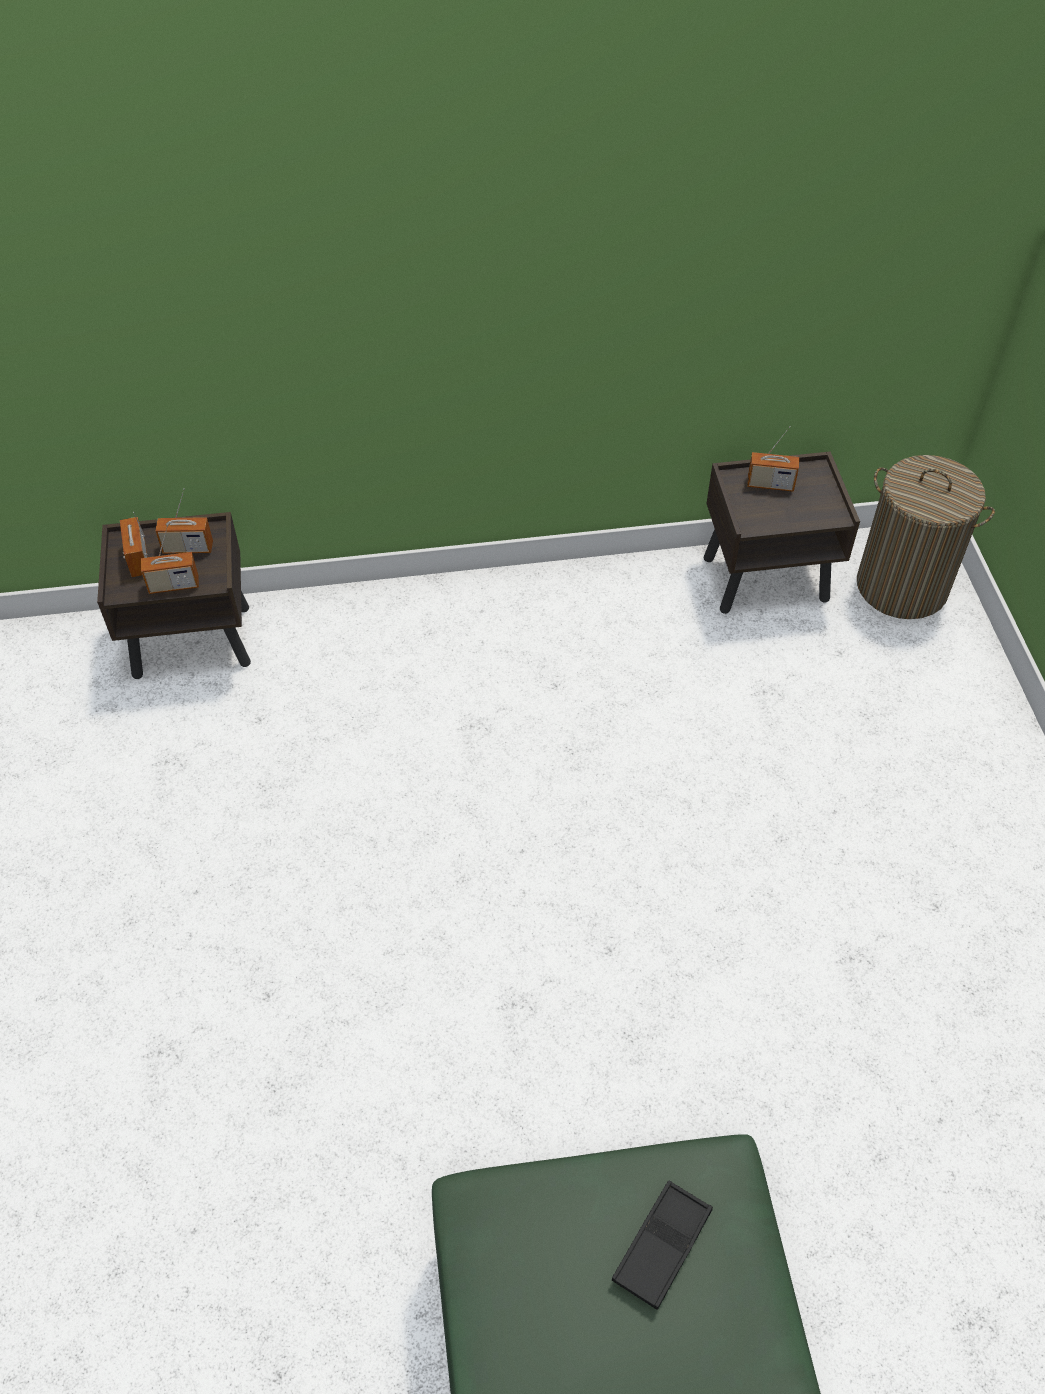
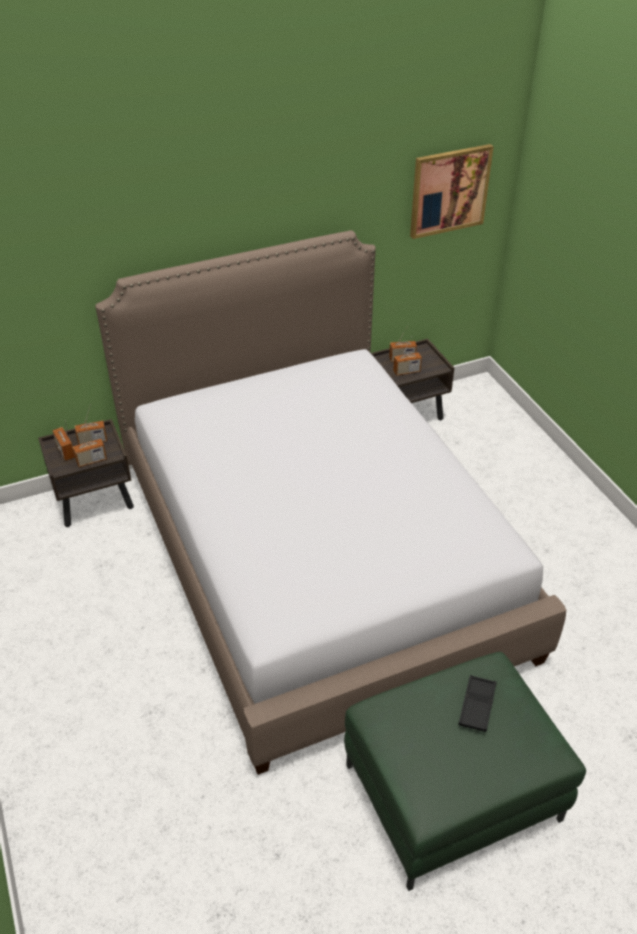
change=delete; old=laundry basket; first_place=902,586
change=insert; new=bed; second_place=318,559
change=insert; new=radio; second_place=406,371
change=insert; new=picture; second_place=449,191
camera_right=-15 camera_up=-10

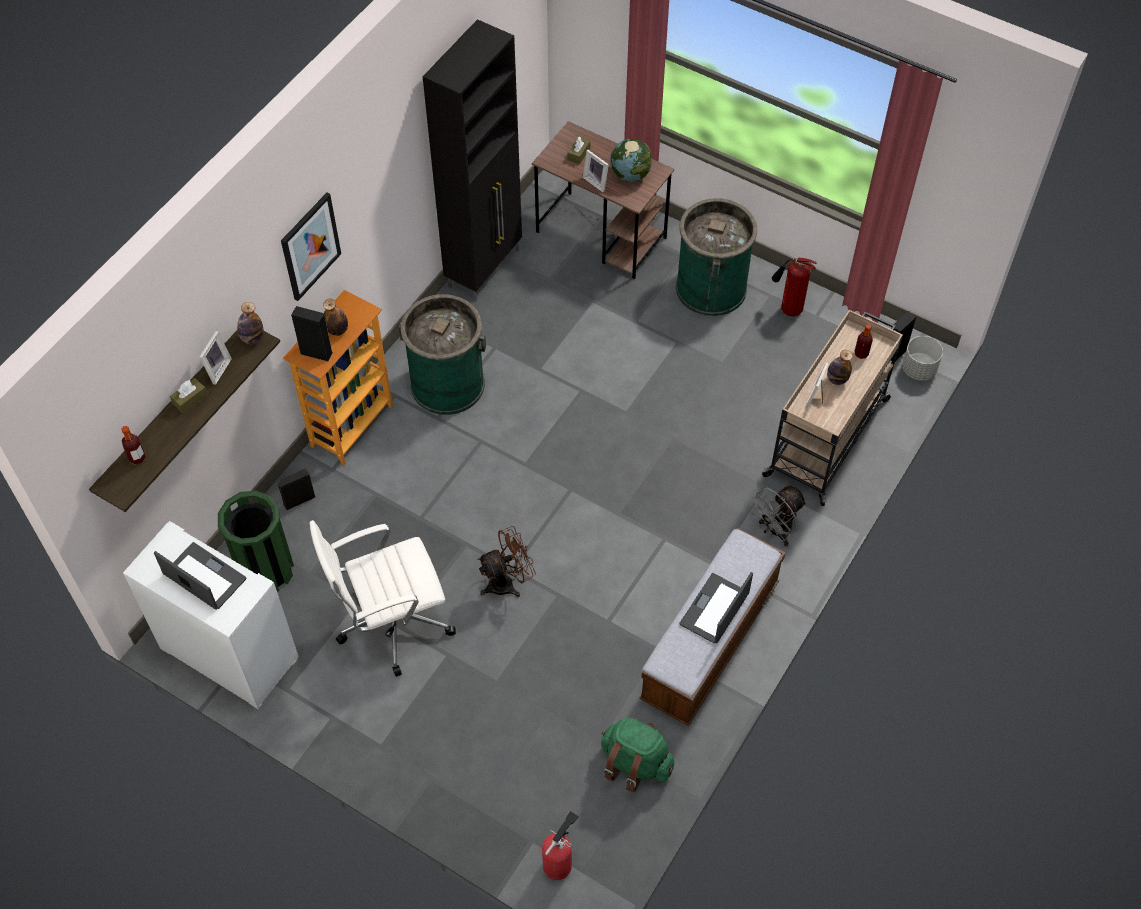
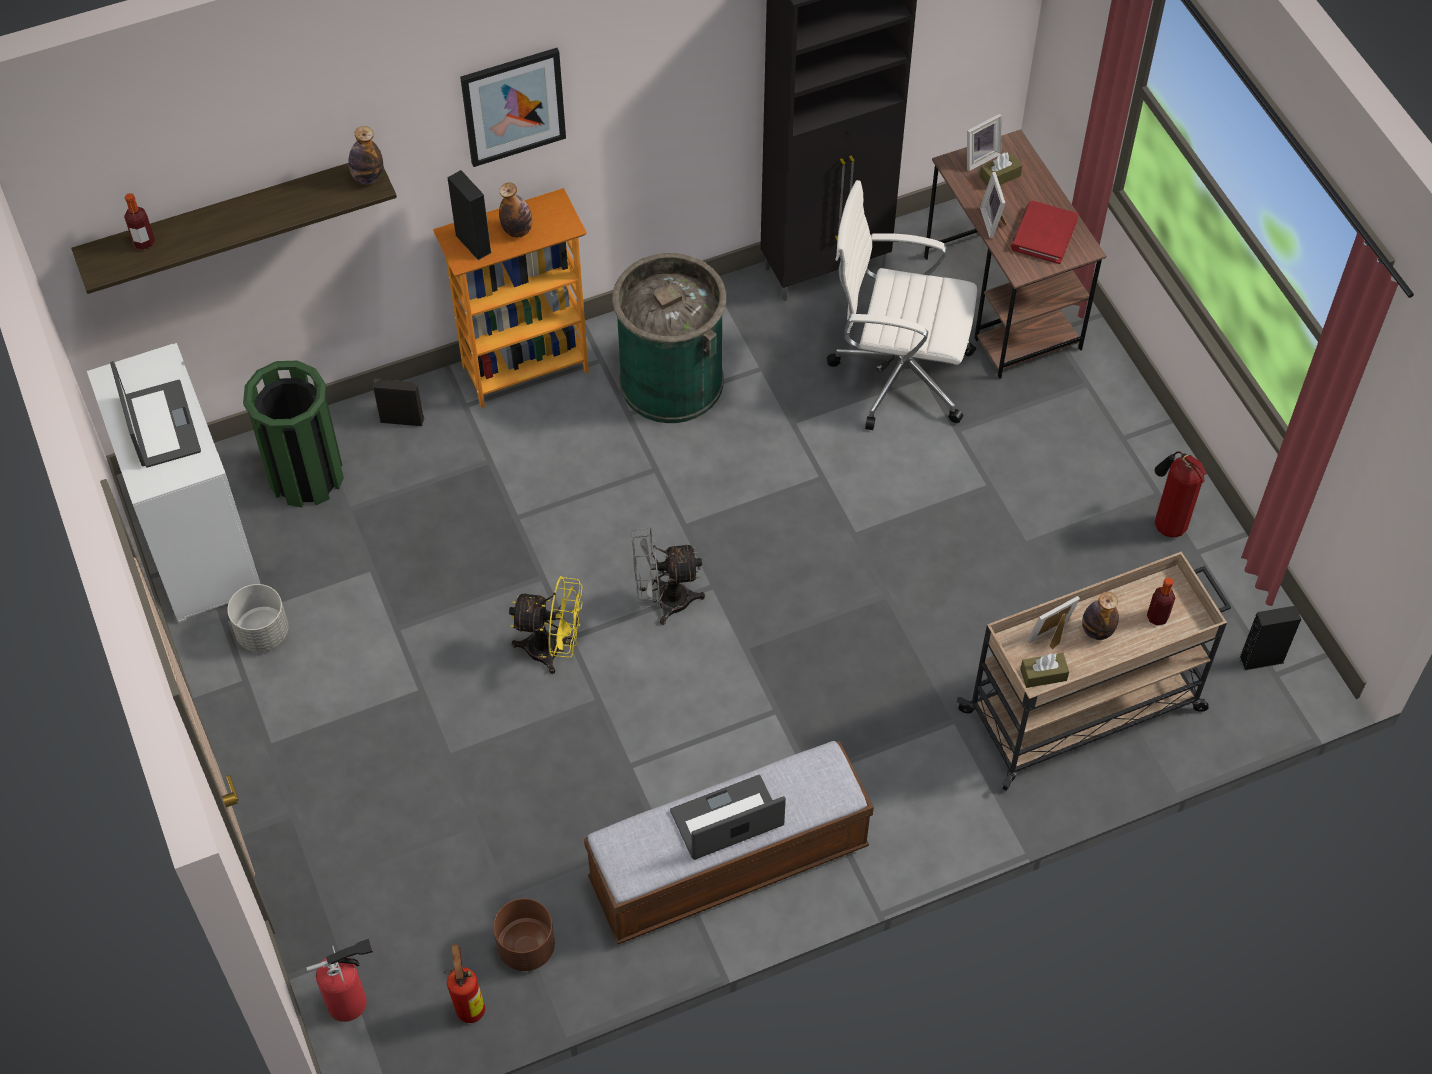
change=delete; old=green trash can; first_place=711,288
change=insert; new=fire extinguisher; second_place=470,1006
change=move; old=brown tissue box; first_place=190,399; second_place=1043,675
change=move; old=picture frame; first_place=216,369; second_place=979,157
change=move; old=white office chair; first_place=391,622; second_place=897,374
change=move; old=grey fan; first_place=775,532; second_place=663,601
change=move; old=grey planter; first_place=918,369; second_place=262,633
change=replace; old=green backpack; new=brown planter; first_place=635,763; second_place=526,947
change=replace; old=globe; new=red book; first_place=630,174; second_place=1043,234
change=recolor; old=brown fan; new=yellow fan; first_place=507,582; second_place=553,650
camera_right=35 camera_up=0

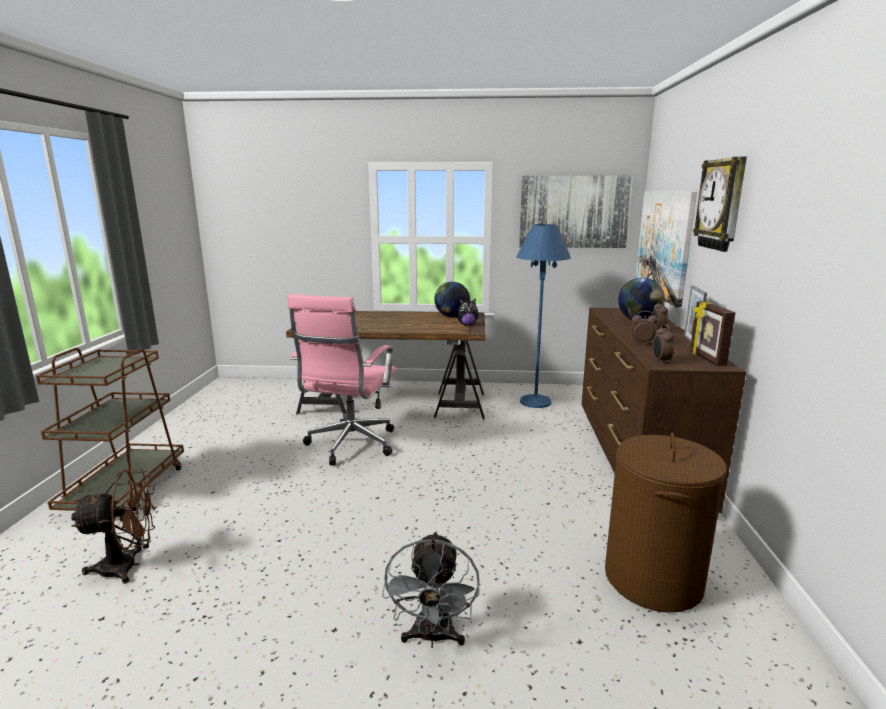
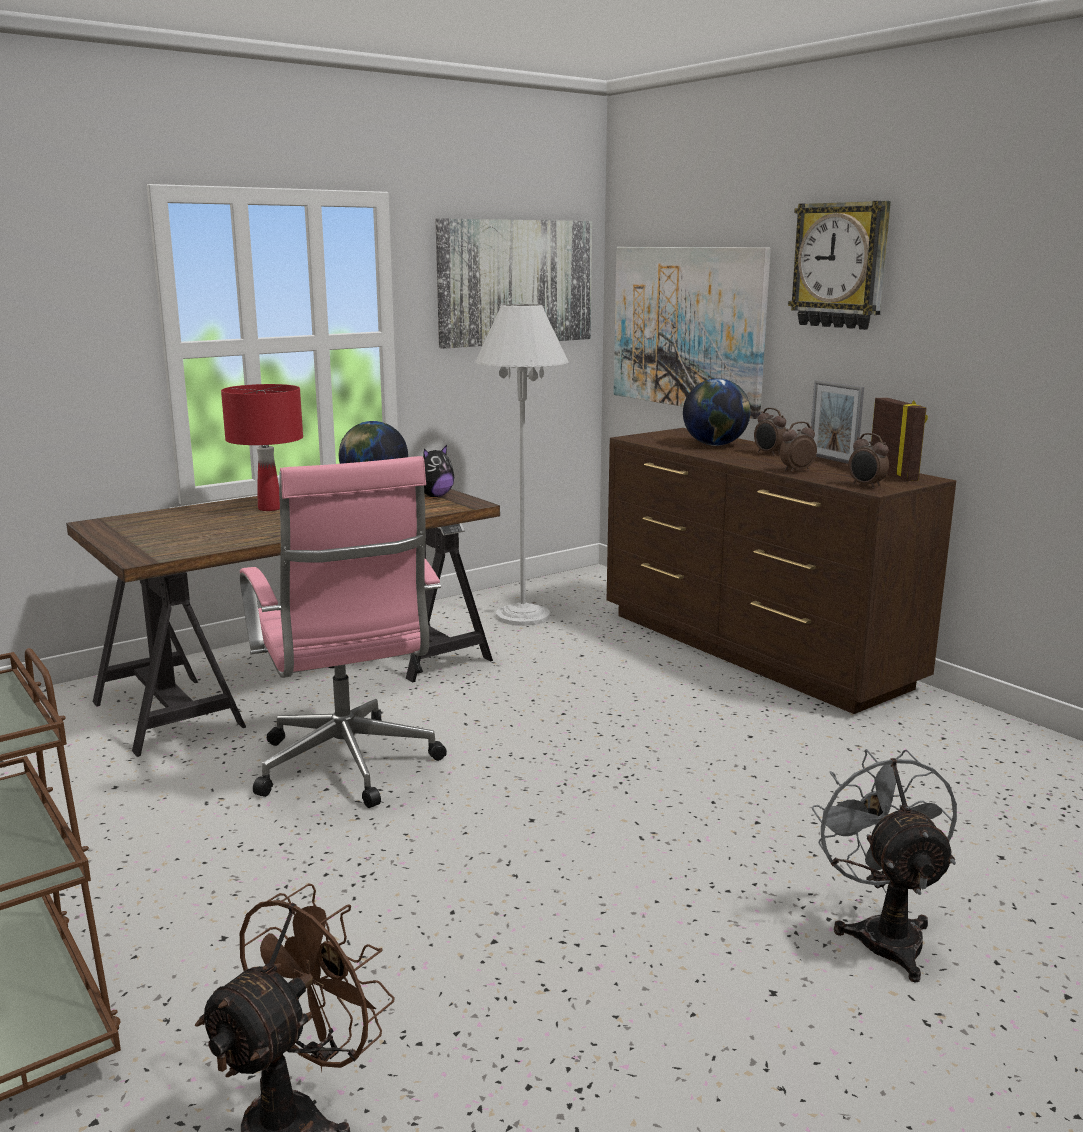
change=delete; old=brown laundry basket; first_place=653,579
change=insert; new=red table lamp; second_place=269,508
change=recolor; old=blue floor lamp; new=white floor lamp; first_place=535,402; second_place=522,616
change=rotate; old=grey fan; first_place=433,638; second_place=883,933; degrees=-150
change=rotate; old=picture frame; first_place=706,358; second_place=894,474; degrees=-150
camera_right=-40 camera_up=0

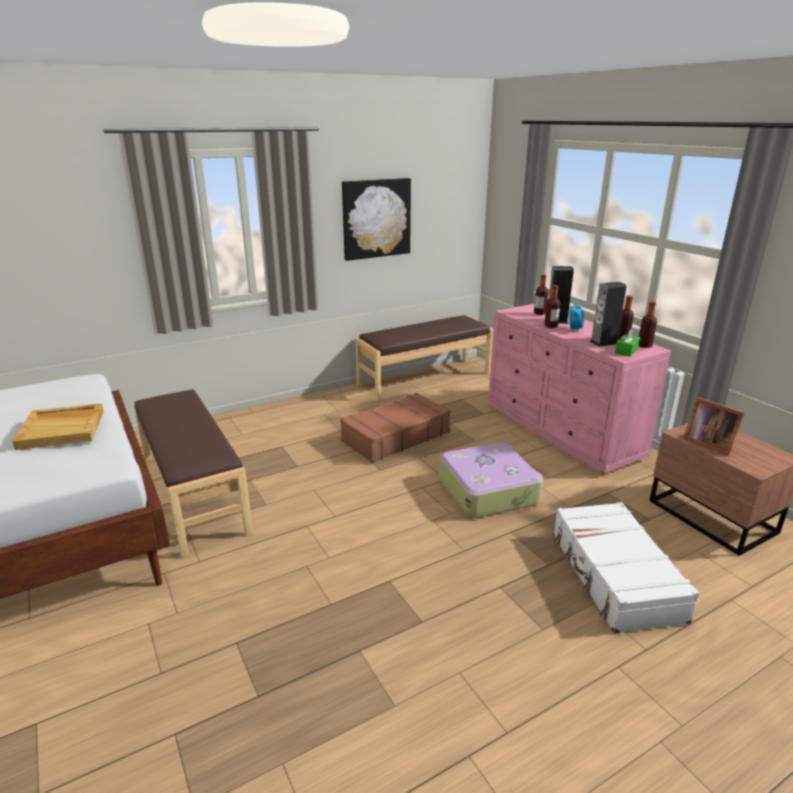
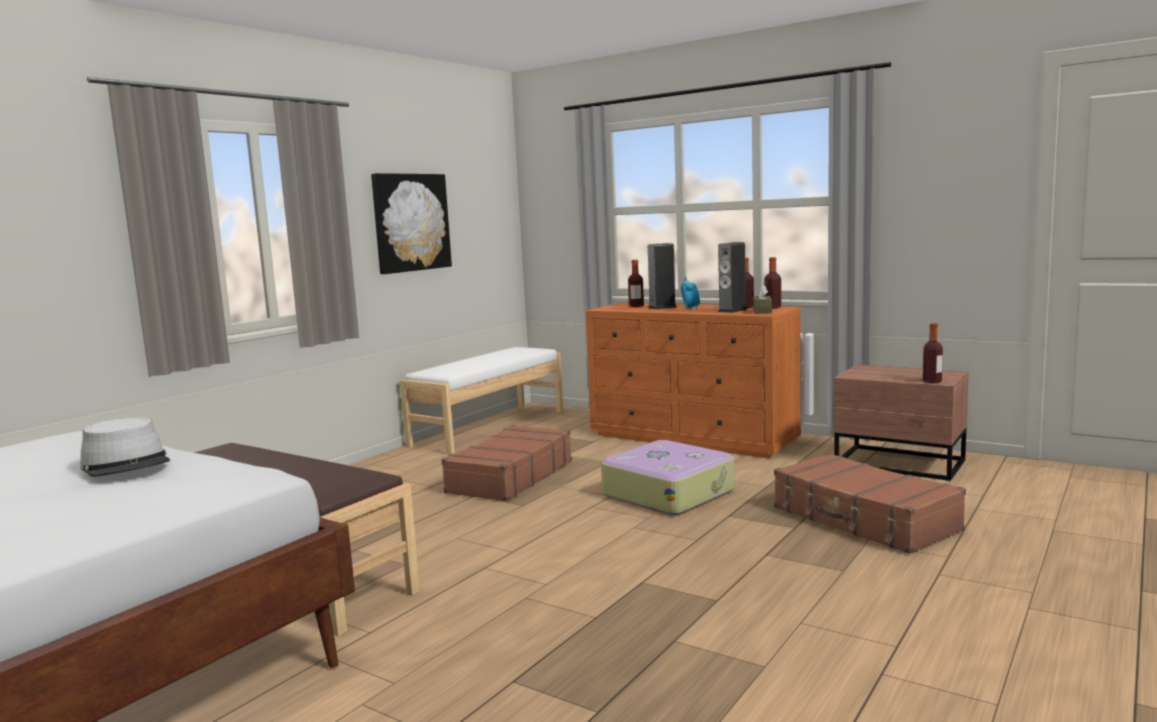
change=delete; old=picture frame; first_place=707,443
change=move; old=bottle; first_place=550,326; second_place=932,381
change=replace; old=beige tray; new=grey hat; first_place=63,429; second_place=126,463
change=recolor; old=brown bench; new=white bench; first_place=424,378; second_place=488,428
change=recolor; old=pink dresser; new=orange dresser; first_place=562,431; second_place=693,437
change=recolor; old=white suitcase; new=brown suitcase; first_place=614,576; second_place=864,519
change=recolor; old=green tissue box; new=brown tissue box; first_place=626,351; second_place=762,311
camera_right=-25 camera_up=-15

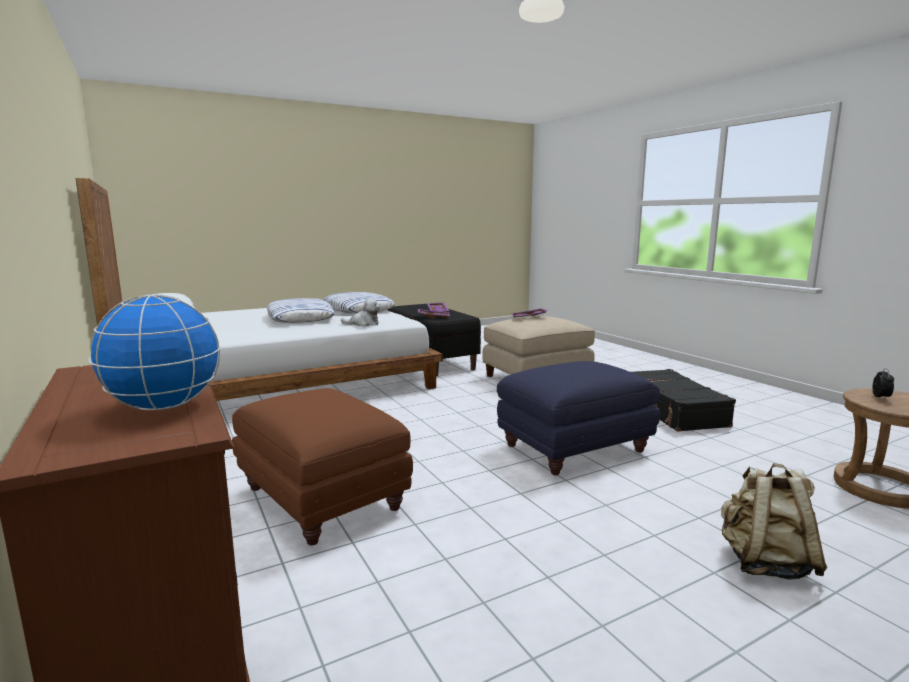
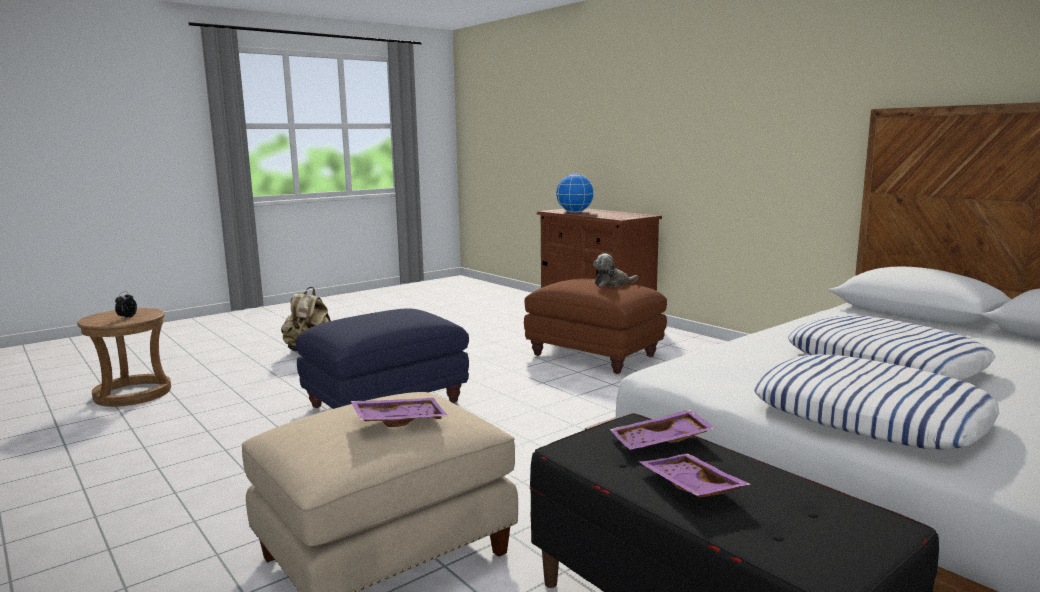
change=delete; old=black suitcase; first_place=671,411
change=move; old=plush toy; first_place=363,324; second_place=612,284
camera_right=170 camera_up=0

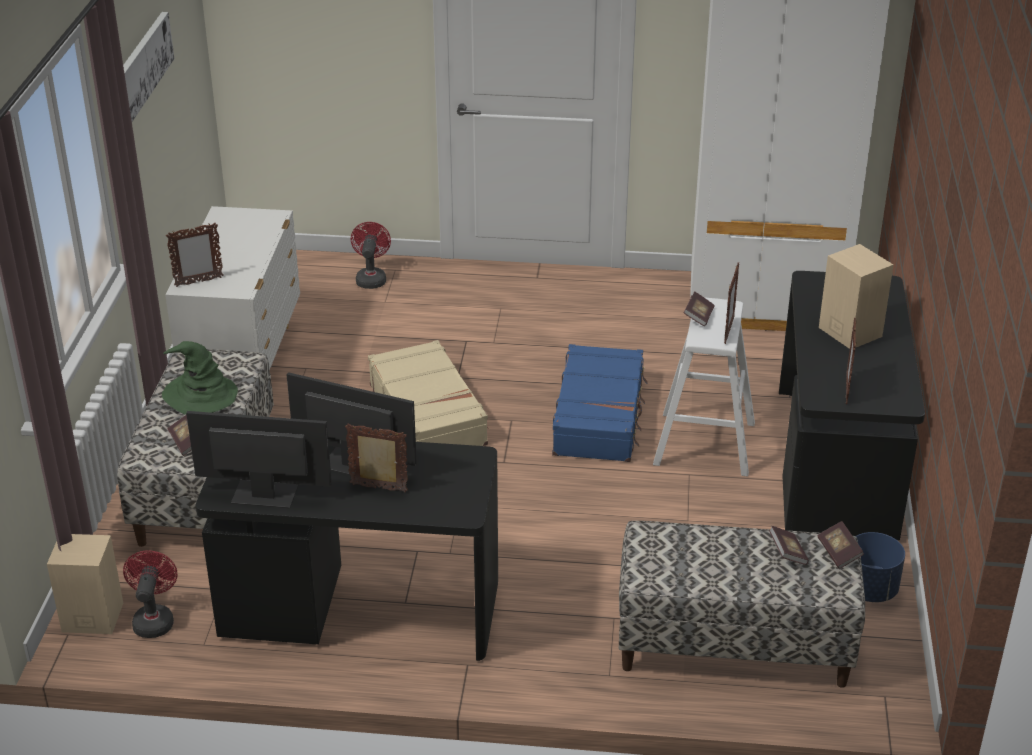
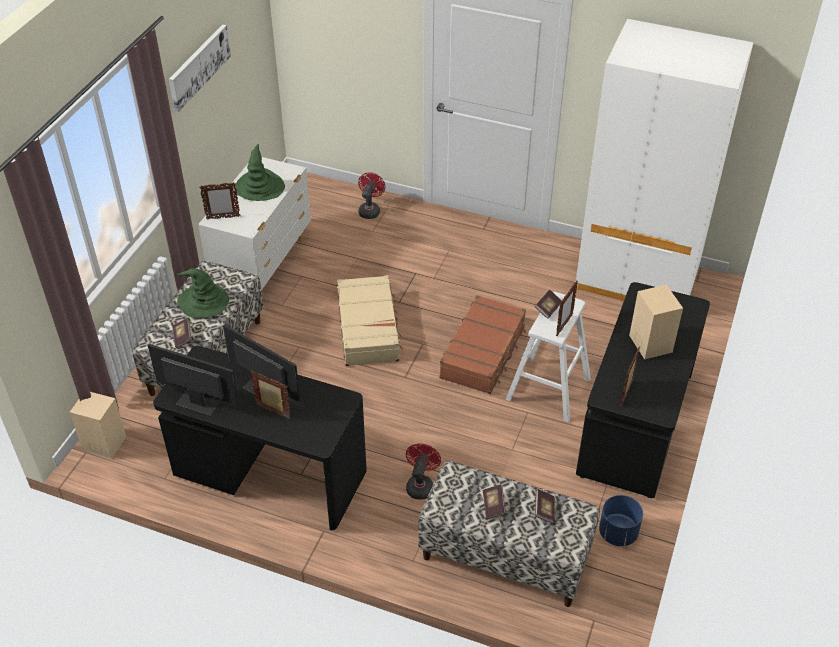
change=insert; new=green hat; second_place=260,187
change=move; old=red fan; first_place=154,619; second_place=420,485
change=move; old=book; first_place=839,552; second_place=493,506
change=recolor; old=blue suitcase; new=brown suitcase; first_place=599,416; second_place=483,352
camera_right=15 camera_up=10

